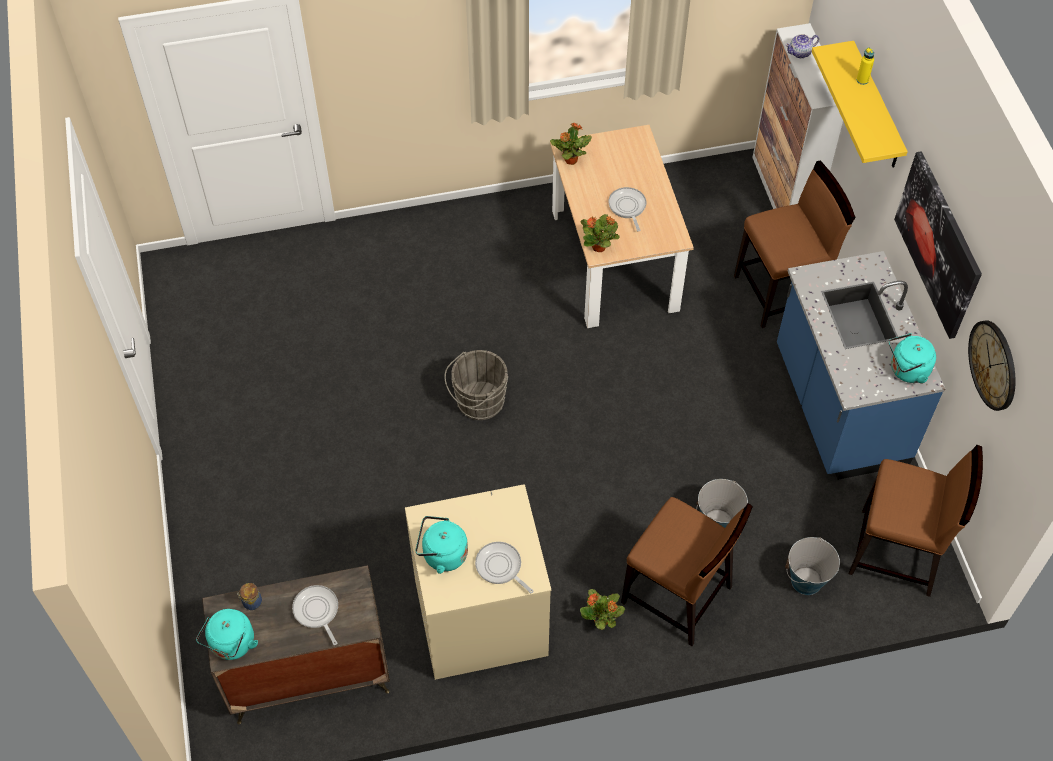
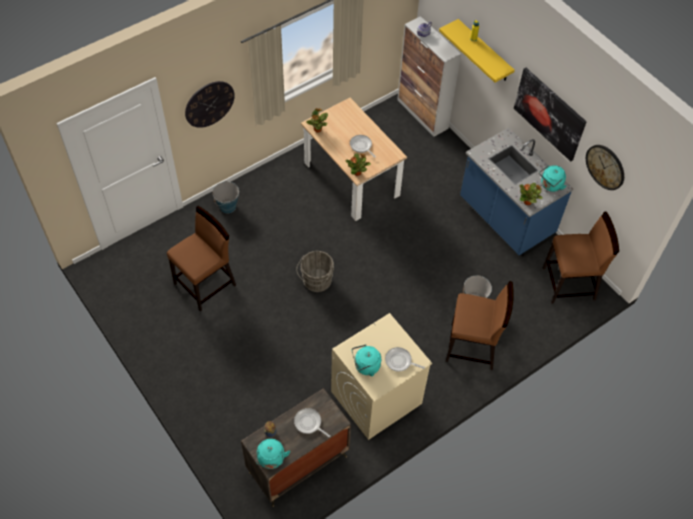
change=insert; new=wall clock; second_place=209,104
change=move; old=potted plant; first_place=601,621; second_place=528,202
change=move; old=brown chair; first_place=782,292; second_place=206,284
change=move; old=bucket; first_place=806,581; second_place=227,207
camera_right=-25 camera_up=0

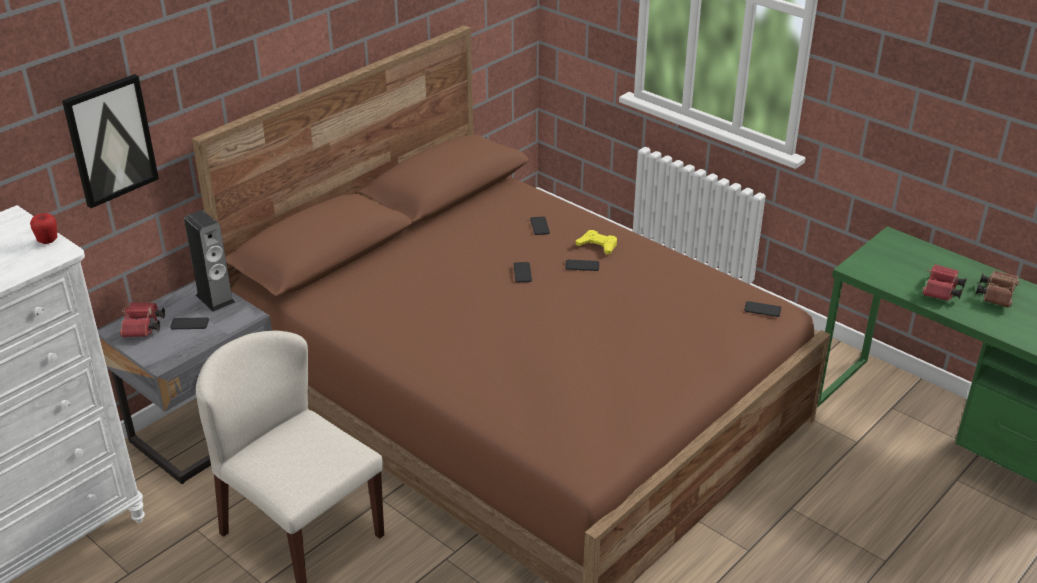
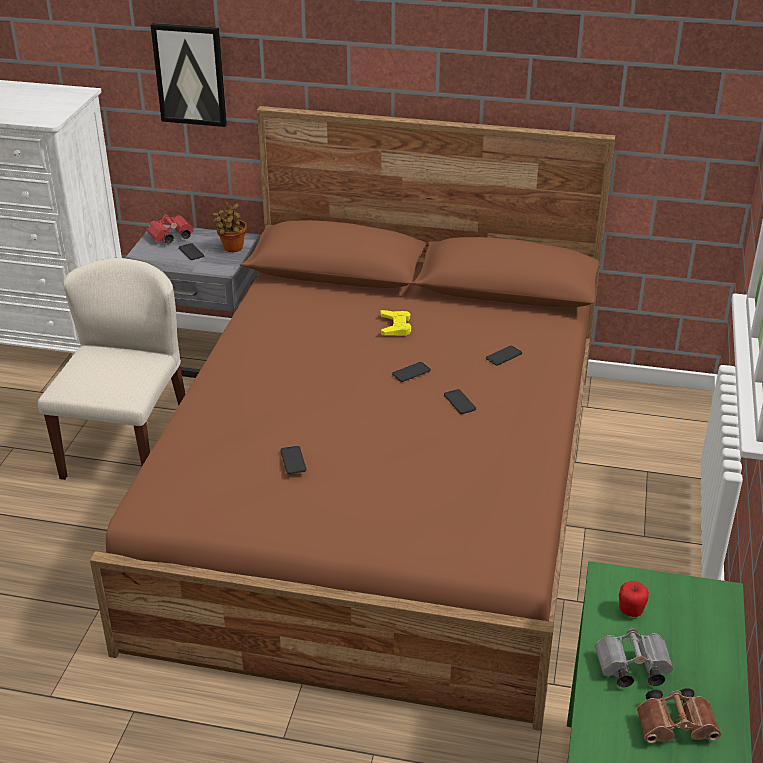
change=move; old=apple; first_place=48,241; second_place=630,612
change=move; old=yellow game controller; first_place=597,245; second_place=395,326
change=move; old=phone; first_place=762,309; second_place=293,460
change=replace; old=speaker; new=potted plant; first_place=215,298; second_place=232,249
change=recolor; old=red binoculars; new=grey binoculars; first_place=941,292; second_place=630,669
camera_right=60 camera_up=0

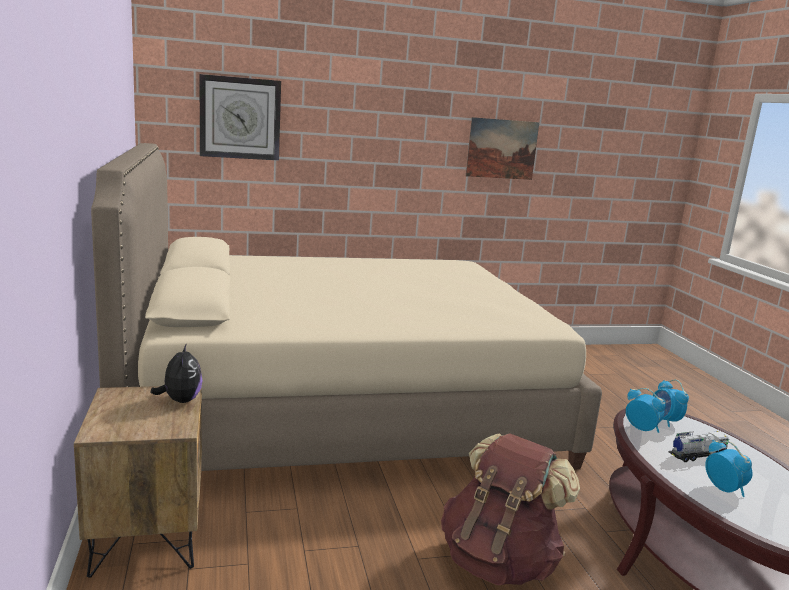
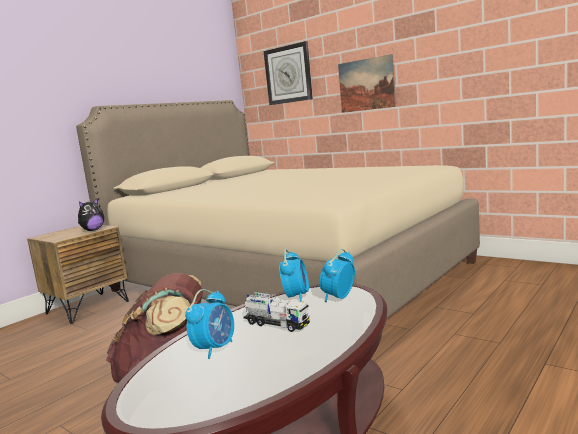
change=move; old=picture; first_place=502,149; second_place=366,84
camera_right=55 camera_up=-5

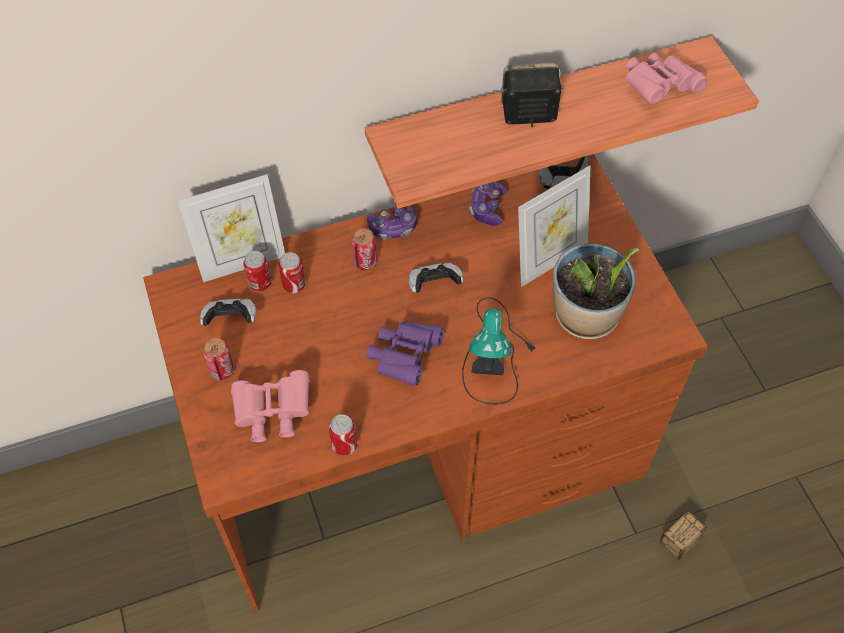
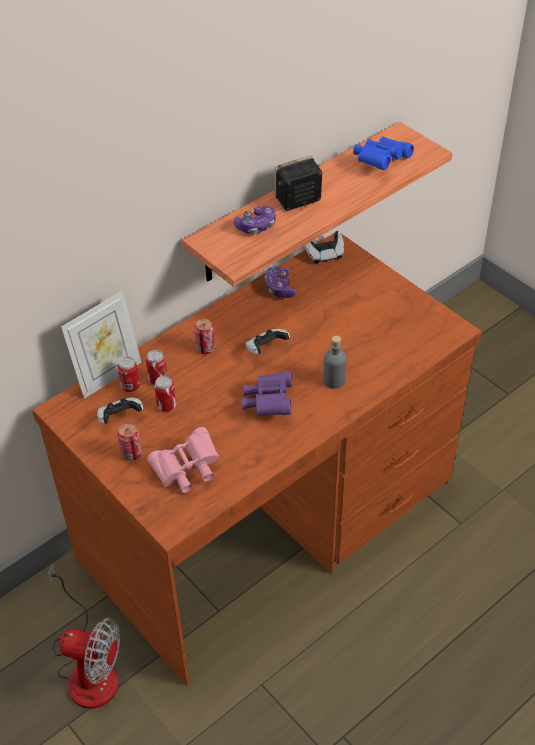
change=delete; old=picture frame; first_place=549,260
change=delete; old=potted plant; first_place=585,316
change=delete; old=storage box; first_place=664,555
change=insert; new=fan; second_place=88,668
change=move; old=can; first_place=344,445; second_place=166,406
change=move; old=game controller; first_place=392,228; second_place=256,226
change=replace; old=table lamp; new=grey bottle; first_place=494,354; second_place=334,380
change=recolor; old=pink binoculars; new=blue binoculars; first_place=658,88; second_place=380,161
camera_right=-20 camera_up=-10

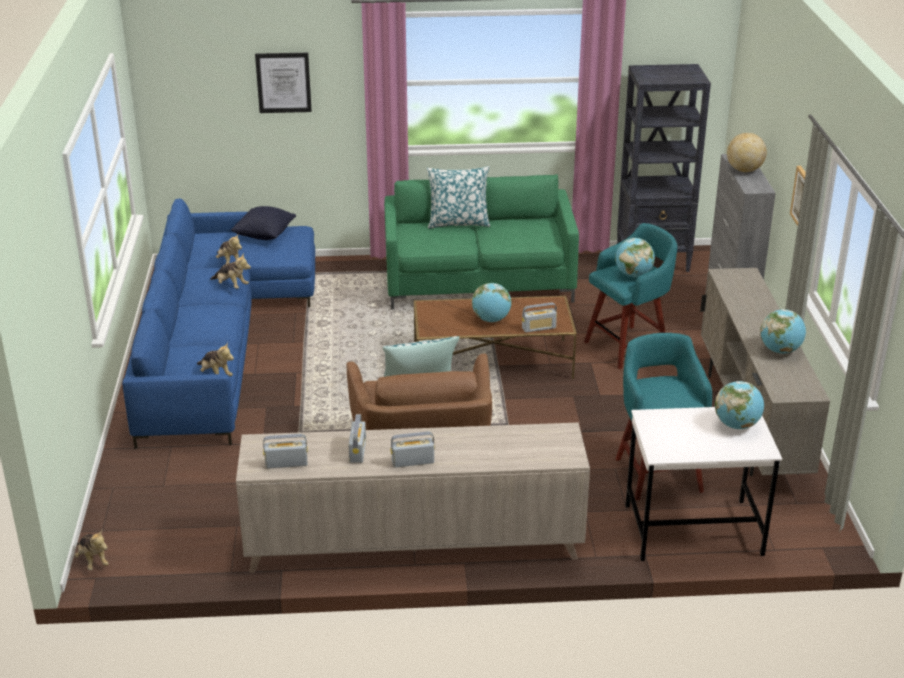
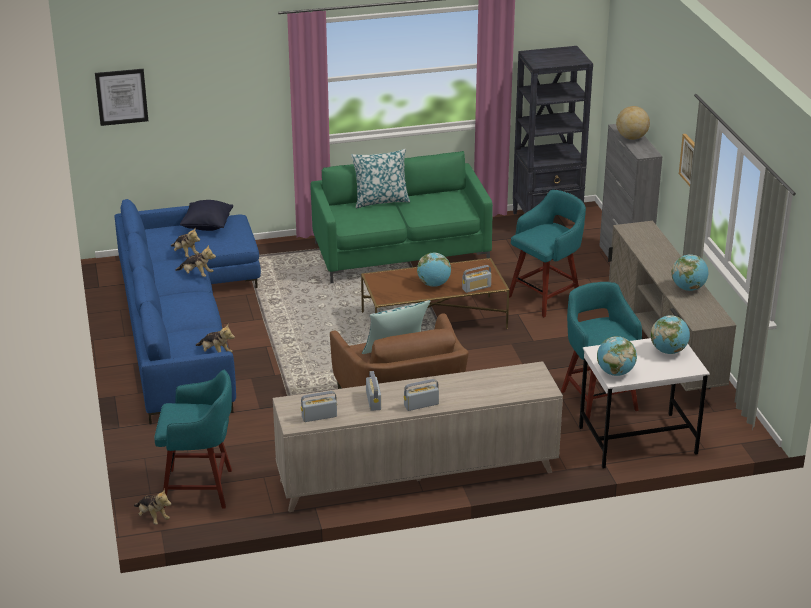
change=insert; new=turquoise stool; second_place=200,489
change=move; old=picture; first_place=283,82; second_place=121,96
change=move; old=globe; first_place=633,275; second_place=615,372
camera_right=-10 camera_up=0

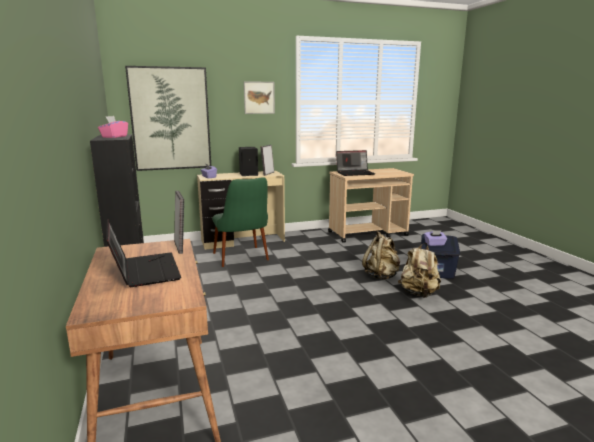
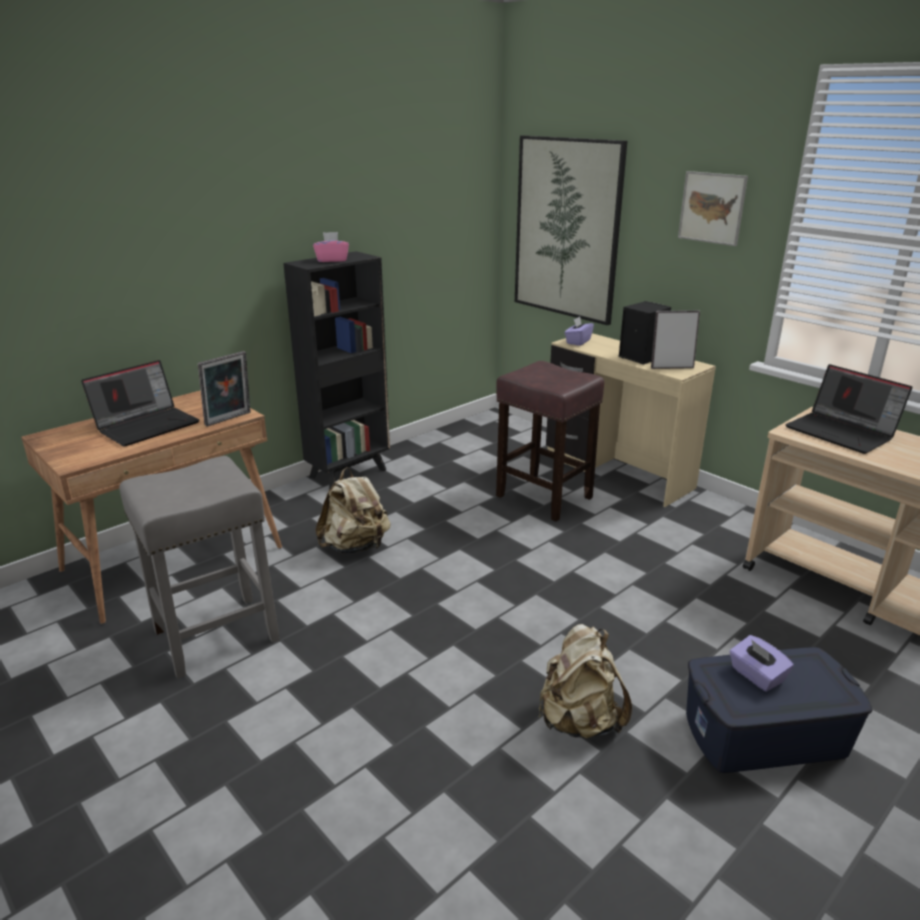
change=insert; new=grey stool; second_place=214,636
change=move; old=beige backpack; first_place=381,276; second_place=355,546
change=replace; old=green chair; new=brown stool; first_place=243,260; second_place=542,496
camera_right=65 camera_up=10

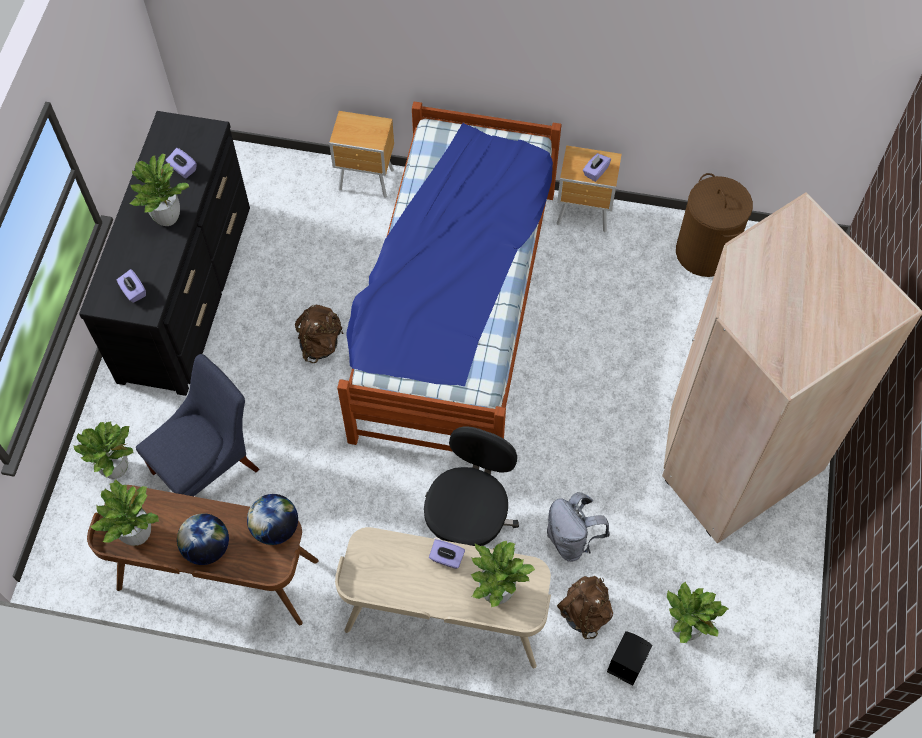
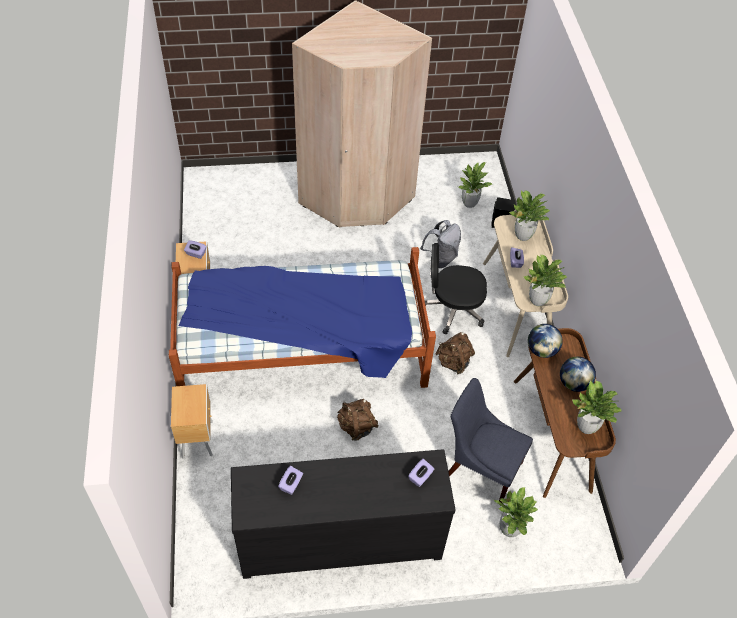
change=delete; old=brown laundry basket; first_place=705,252
change=move; old=potted plant; first_place=167,217; second_place=537,300
change=move; old=brown backpack; first_place=585,612; second_place=453,362
camera_right=-110 camera_up=-10

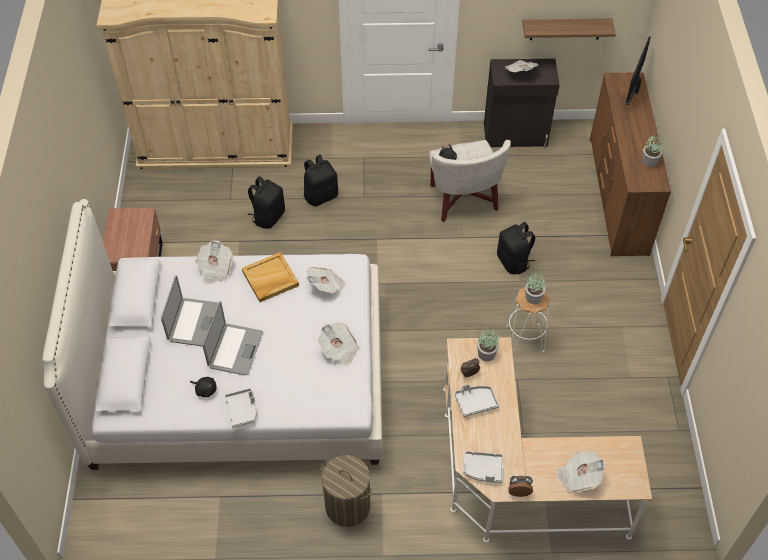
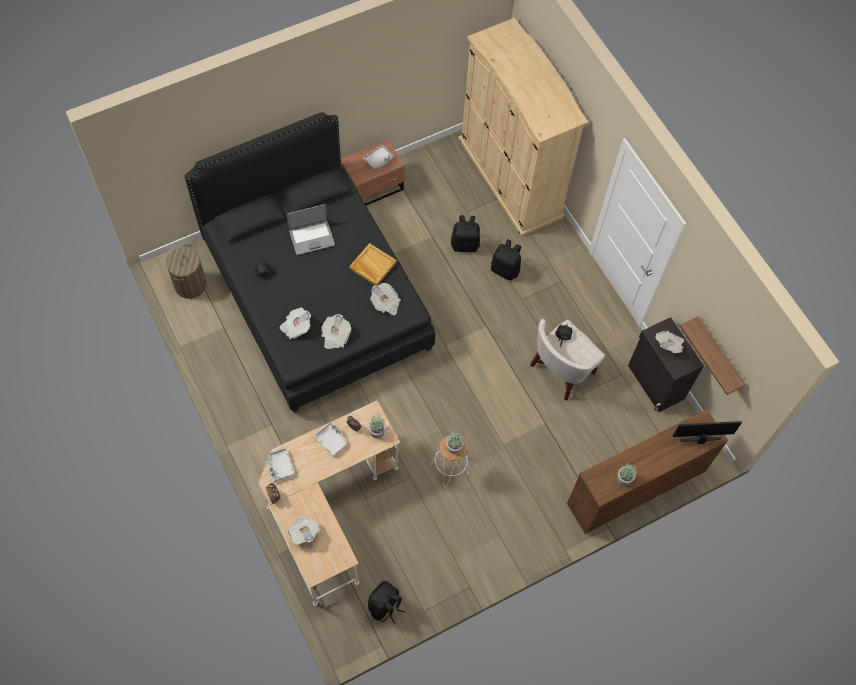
change=delete; old=laptop; first_place=235,350
change=move; old=newspaper; first_place=215,269; second_place=296,327
change=move; old=grey tray; first_place=242,410; second_place=378,159
change=move; old=laundry basket; first_place=347,505; second_place=190,284
change=move; old=black backpack; first_place=514,262; second_place=385,607
change=recolor; old=white bed; new=black bed; first_place=239,379; second_place=316,295
camera_right=60 camera_up=10

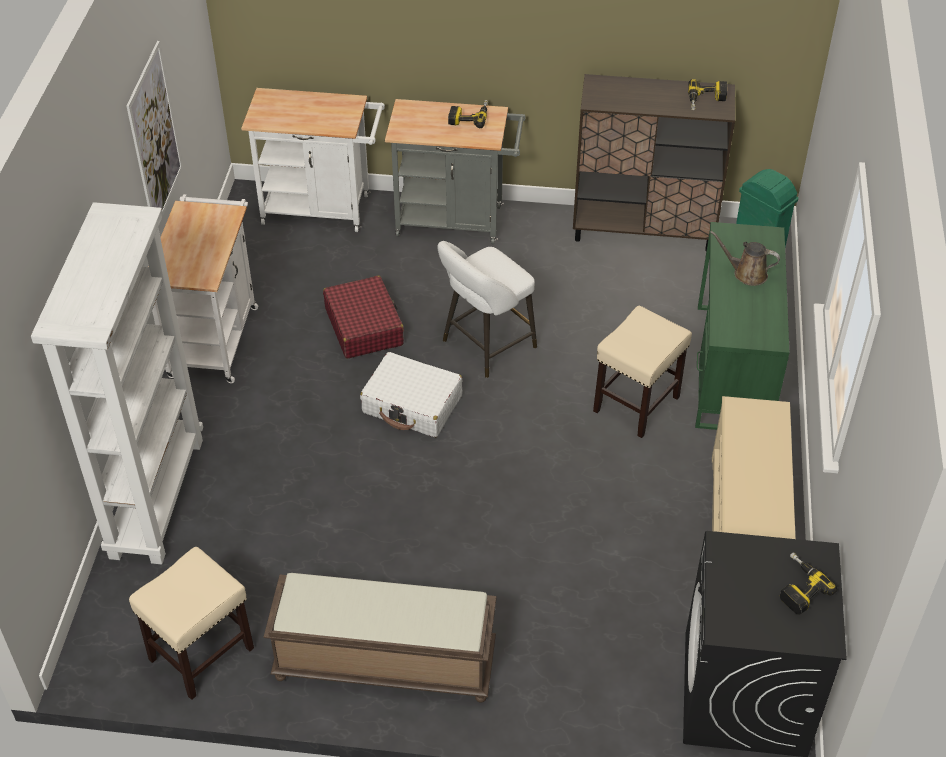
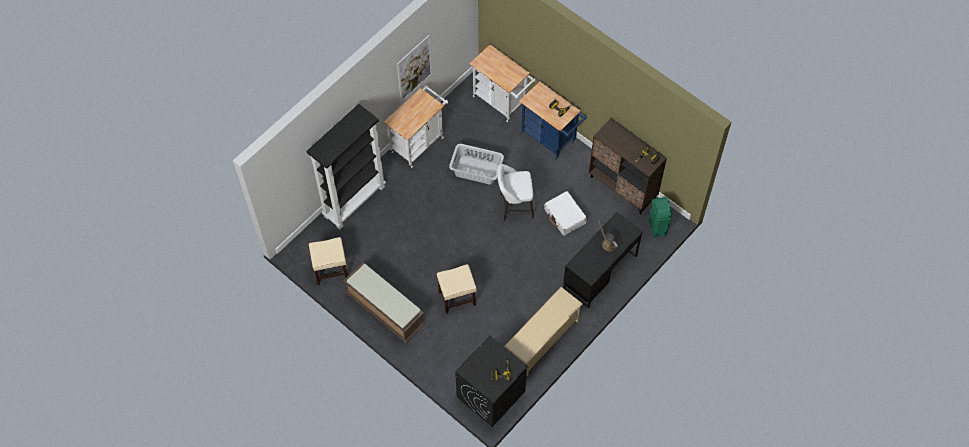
change=move; old=white suitcase; first_place=412,405; second_place=565,216
change=move; old=beige stool; first_place=637,403; second_place=457,298
change=replace; old=red suitcase; new=grey laundry basket; first_place=364,326; second_place=476,170
change=recolor; old=white bookcase; new=black bookcase; first_place=156,496; second_place=354,201
change=recolor; old=grey cart; new=blue cart; first_place=457,221; second_place=550,139
change=recolor; old=green desk; new=black desk; first_place=731,368; second_place=600,272
camera_right=35 camera_up=15

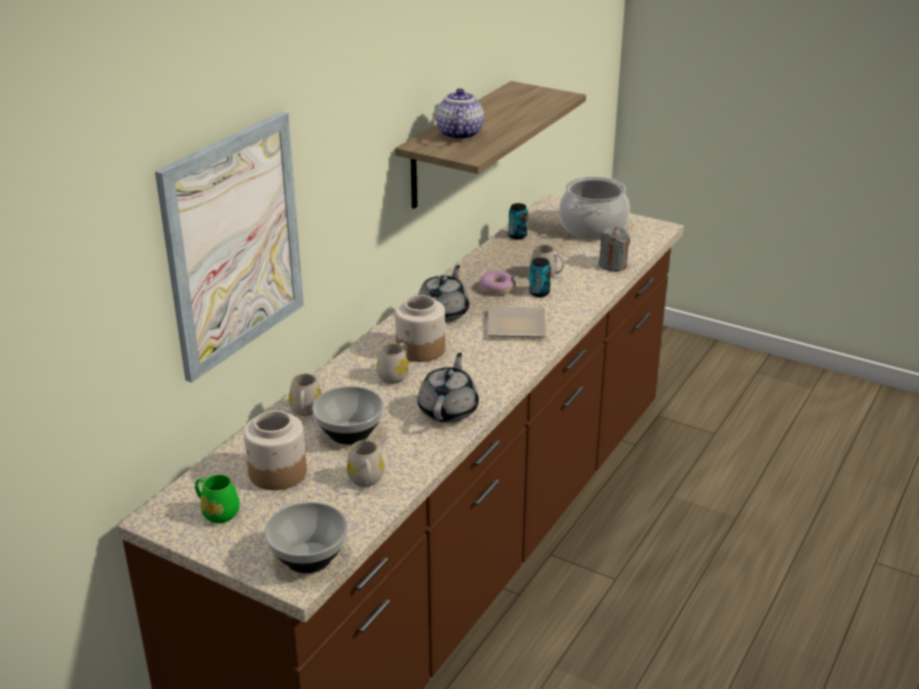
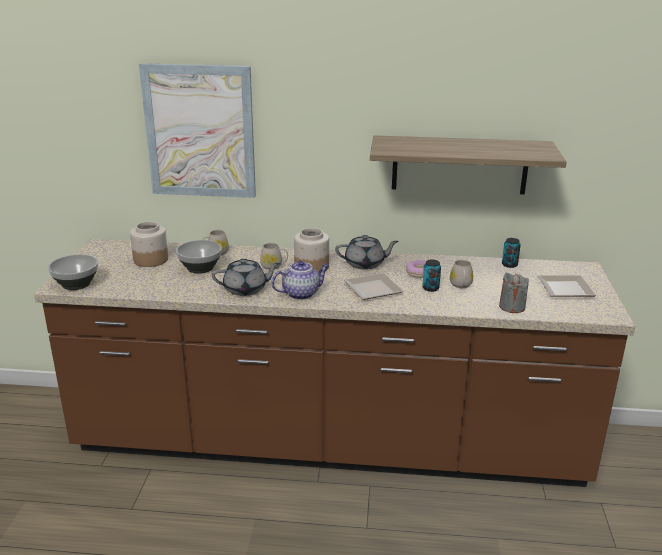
change=delete; old=green mug; first_place=217,512
change=delete; old=white mug; first_place=366,481
change=move; old=teapot; first_place=459,134; second_place=301,293
change=replace; old=cooking pot; new=plate; first_place=592,227; second_place=566,288
camera_right=65 camera_up=-5

